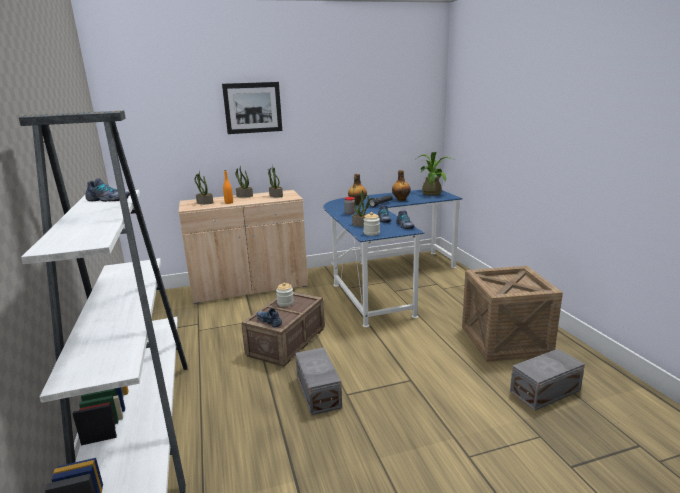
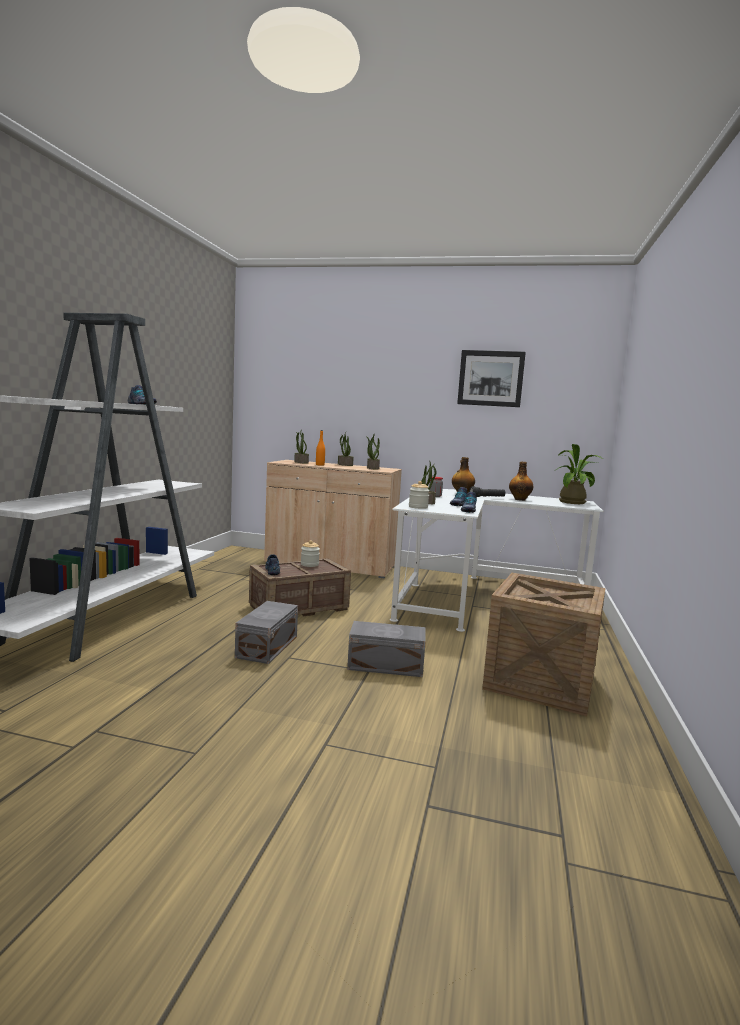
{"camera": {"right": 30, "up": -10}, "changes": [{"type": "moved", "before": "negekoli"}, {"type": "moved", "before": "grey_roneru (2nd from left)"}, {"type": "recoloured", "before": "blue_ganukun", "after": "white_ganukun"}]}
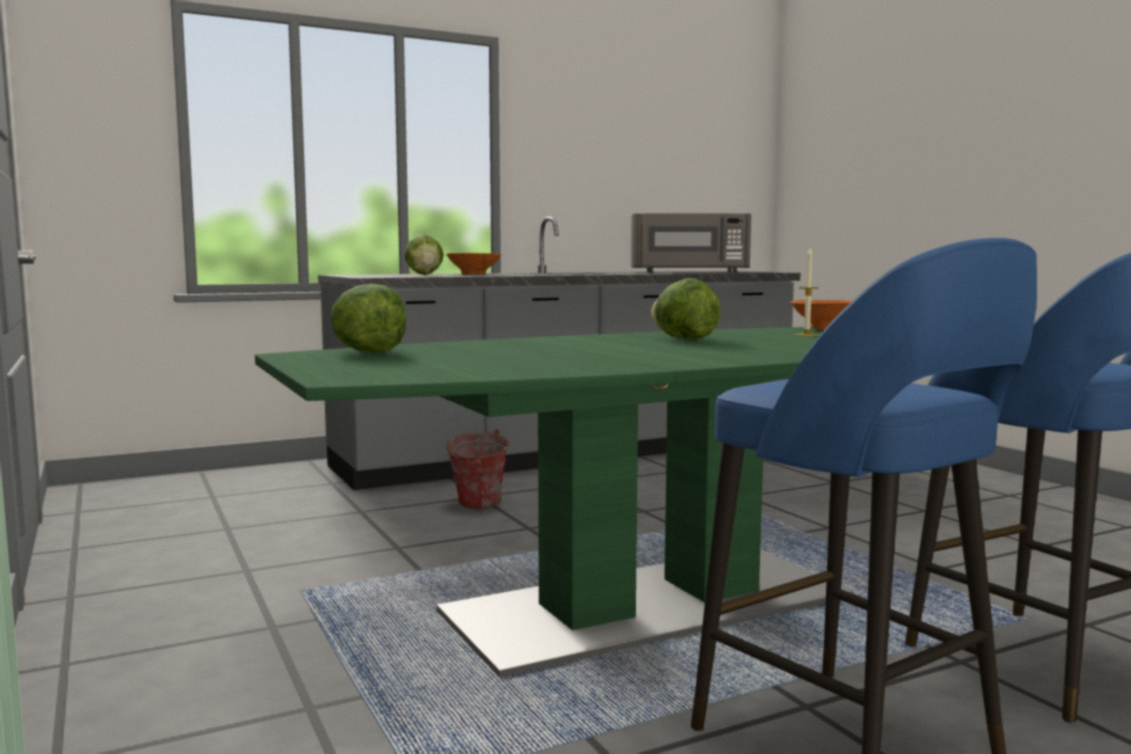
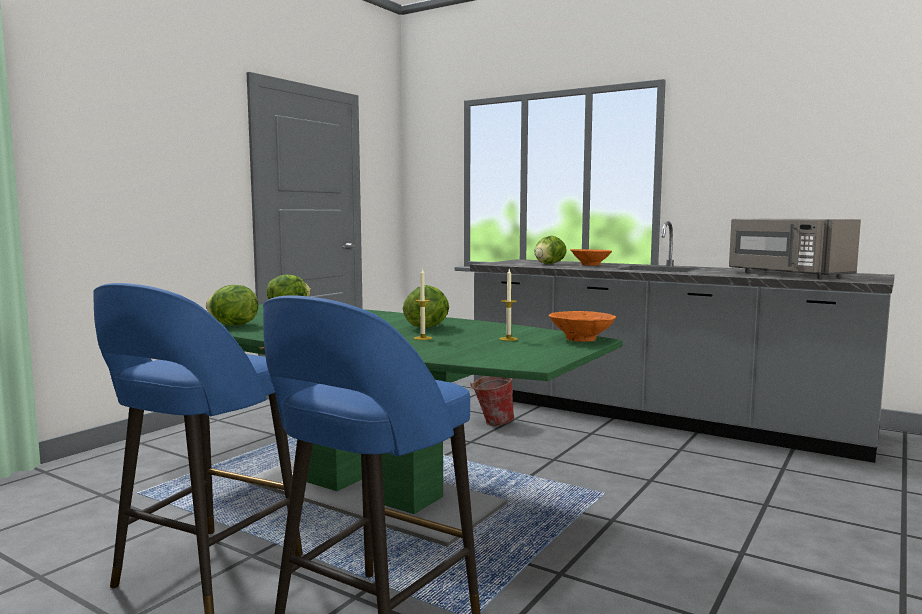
{"camera": {"right": 60, "up": 0}, "changes": [{"type": "added", "after": "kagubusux (1st from left)"}, {"type": "added", "after": "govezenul (1st from left)"}]}
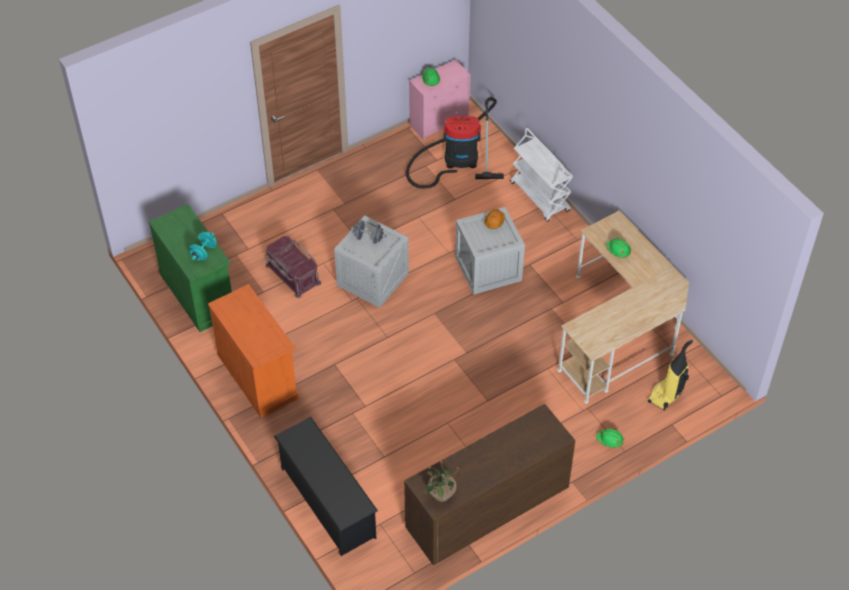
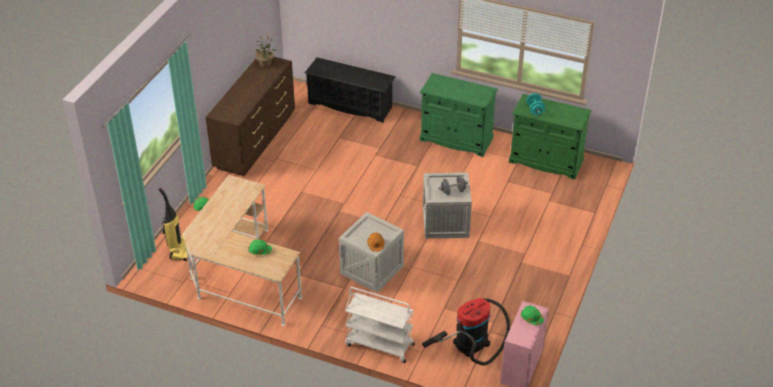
{"camera": {"right": 145, "up": -10}, "changes": [{"type": "removed", "before": "red_roneru"}, {"type": "recoloured", "before": "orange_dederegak", "after": "green_dederegak (1st from left)"}]}
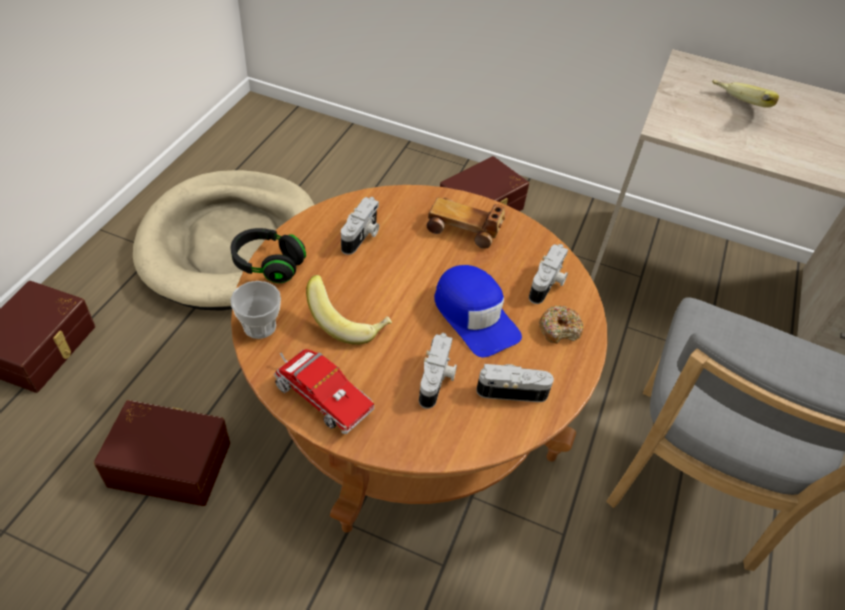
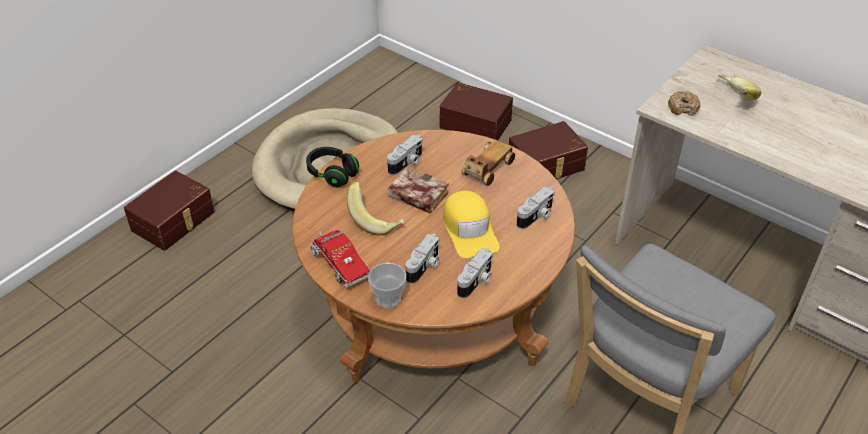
{"camera": {"right": 20, "up": -5}, "changes": [{"type": "added", "after": "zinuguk"}, {"type": "moved", "before": "brown_roneru (2nd from left)"}, {"type": "moved", "before": "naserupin"}, {"type": "moved", "before": "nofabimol"}, {"type": "recoloured", "before": "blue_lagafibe", "after": "yellow_lagafibe"}, {"type": "turned", "before": "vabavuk", "turn": 90}, {"type": "turned", "before": "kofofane (3rd from left)", "turn": 105}]}
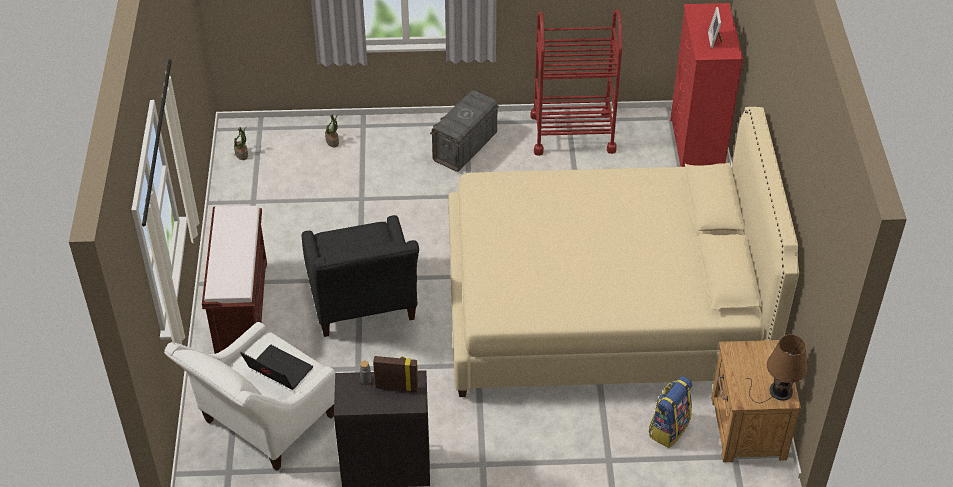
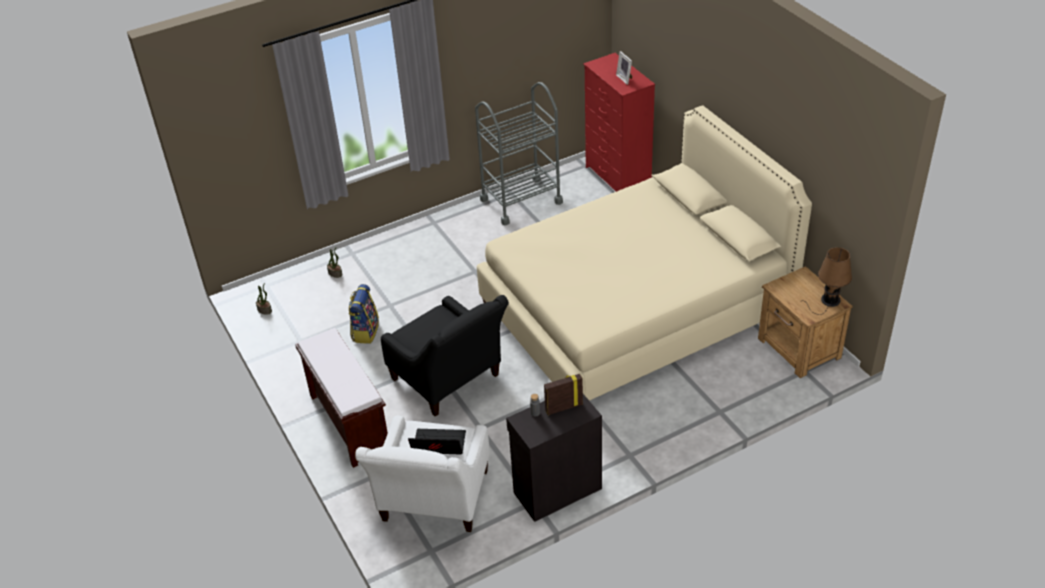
{"camera": {"right": -25, "up": -5}, "changes": [{"type": "removed", "before": "grey_roneru"}, {"type": "moved", "before": "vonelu"}, {"type": "recoloured", "before": "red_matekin", "after": "grey_matekin"}]}
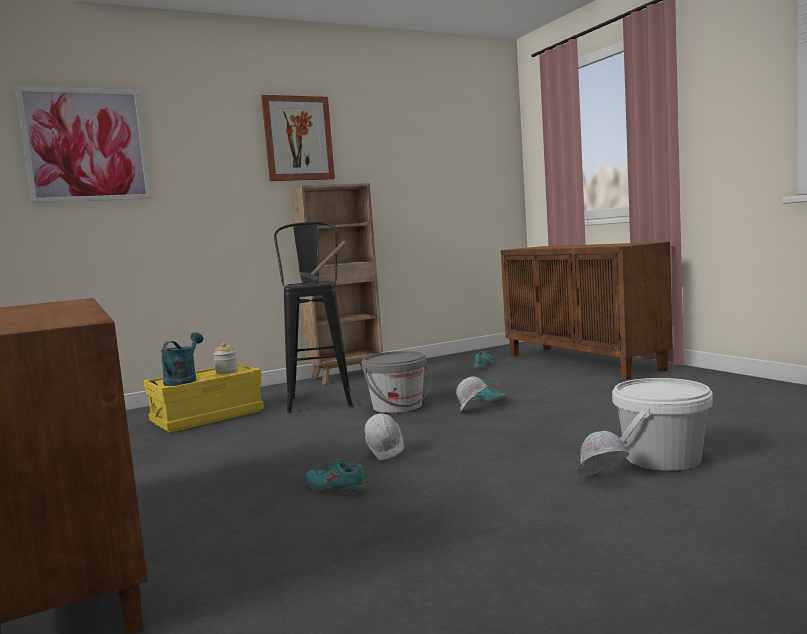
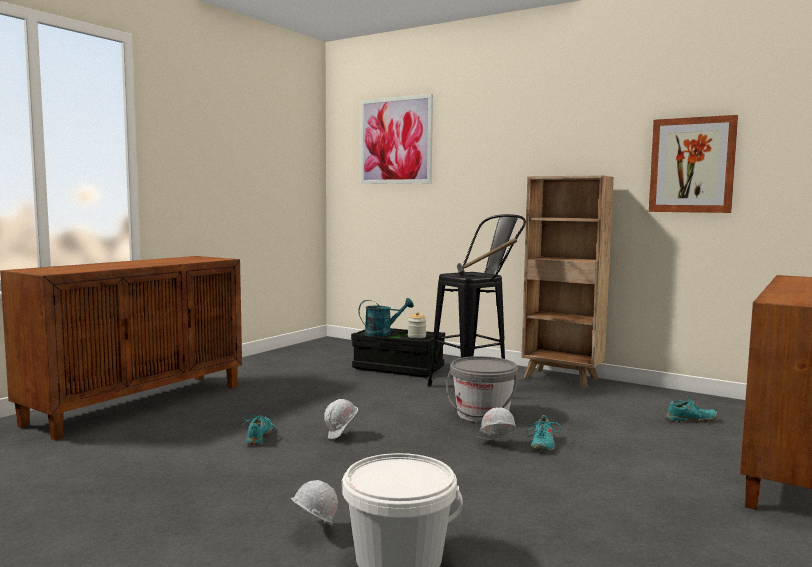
{"camera": {"right": 60, "up": 0}, "changes": [{"type": "moved", "before": "negekoli (2nd from left)"}, {"type": "recoloured", "before": "yellow_roneru", "after": "black_roneru"}]}
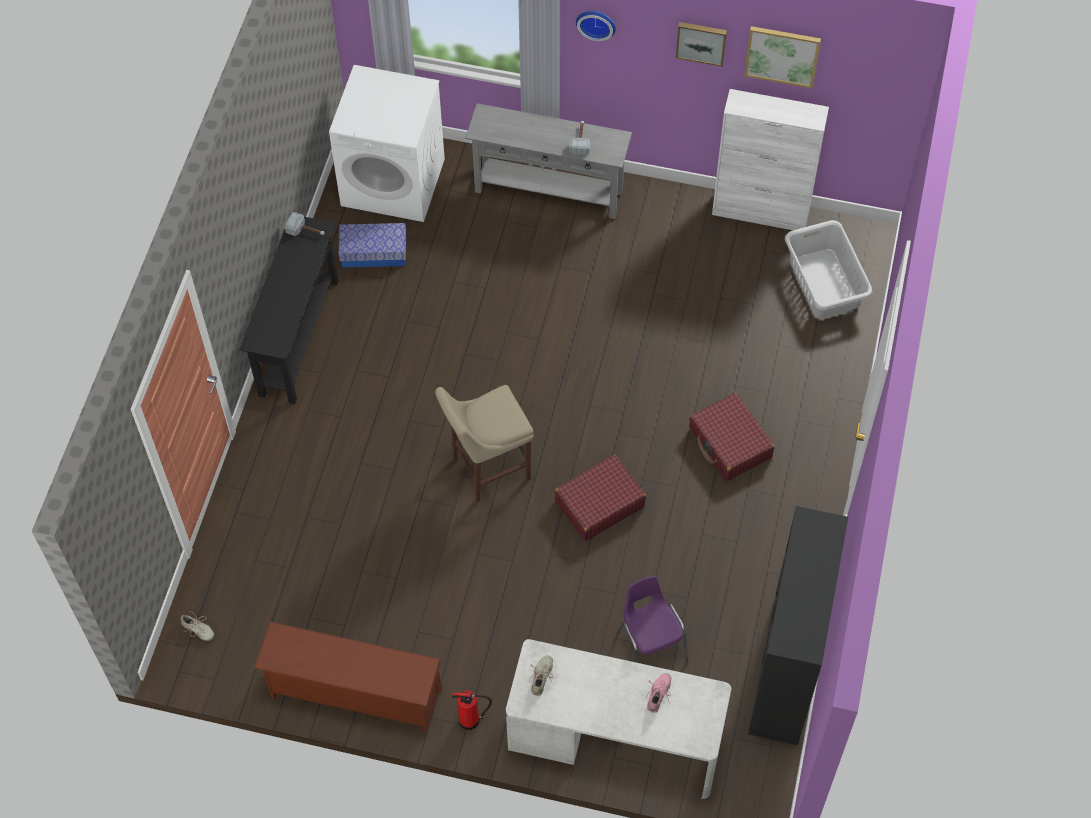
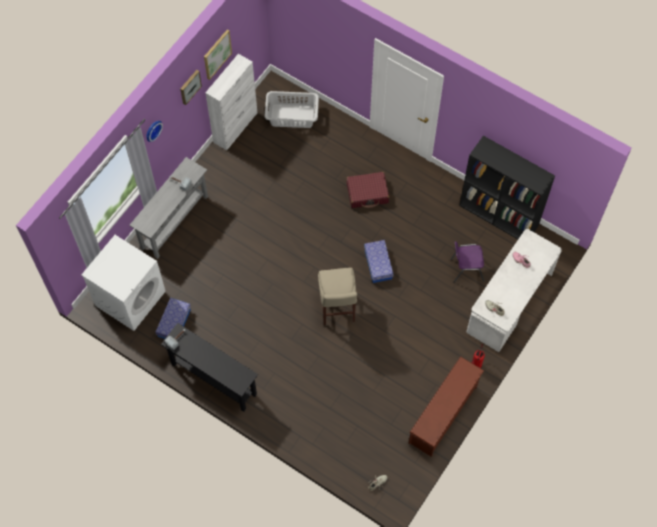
{"camera": {"right": -70, "up": 5}, "changes": [{"type": "replaced", "before": "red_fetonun (1st from left)", "after": "roneru (2nd from left)"}]}
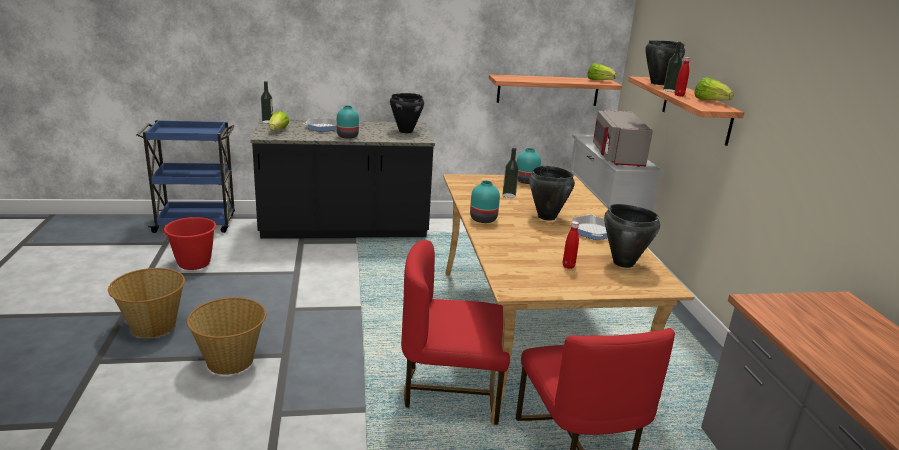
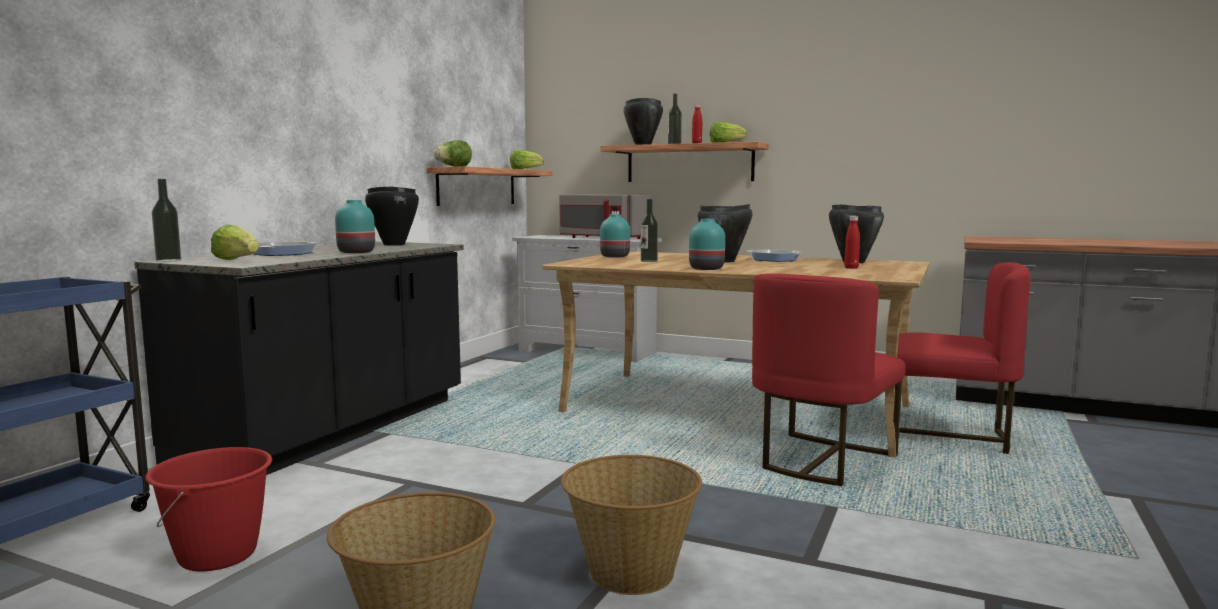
{"camera": {"right": -55, "up": -15}, "changes": [{"type": "added", "after": "kagubusux (2nd from left)"}]}
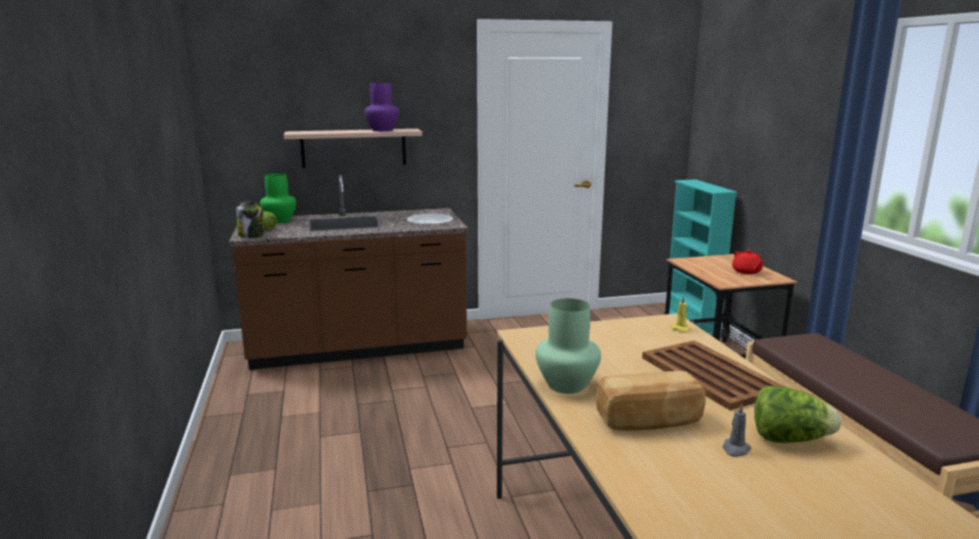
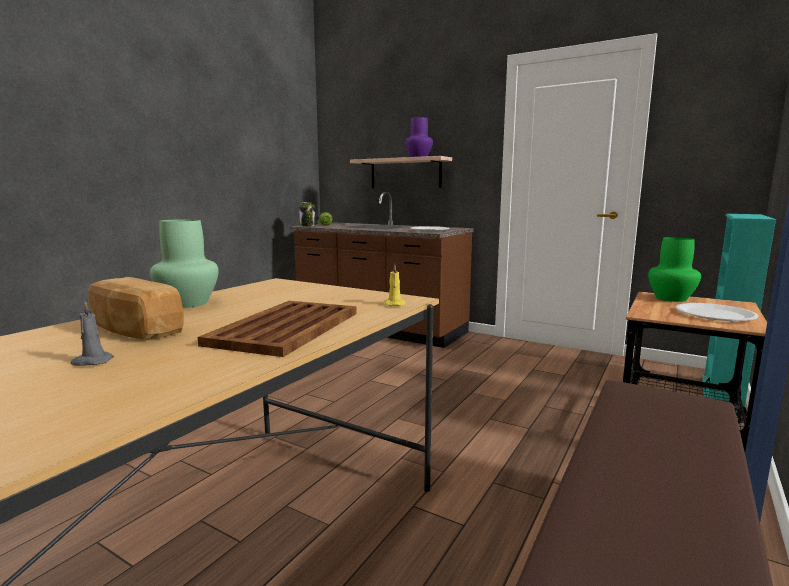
{"camera": {"right": 45, "up": -5}, "changes": [{"type": "removed", "before": "kagubusux (2nd from left)"}, {"type": "moved", "before": "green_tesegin (1st from left in the first image)", "after": "green_tesegin (2nd from left)"}, {"type": "replaced", "before": "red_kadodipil", "after": "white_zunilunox (2nd from left)"}]}
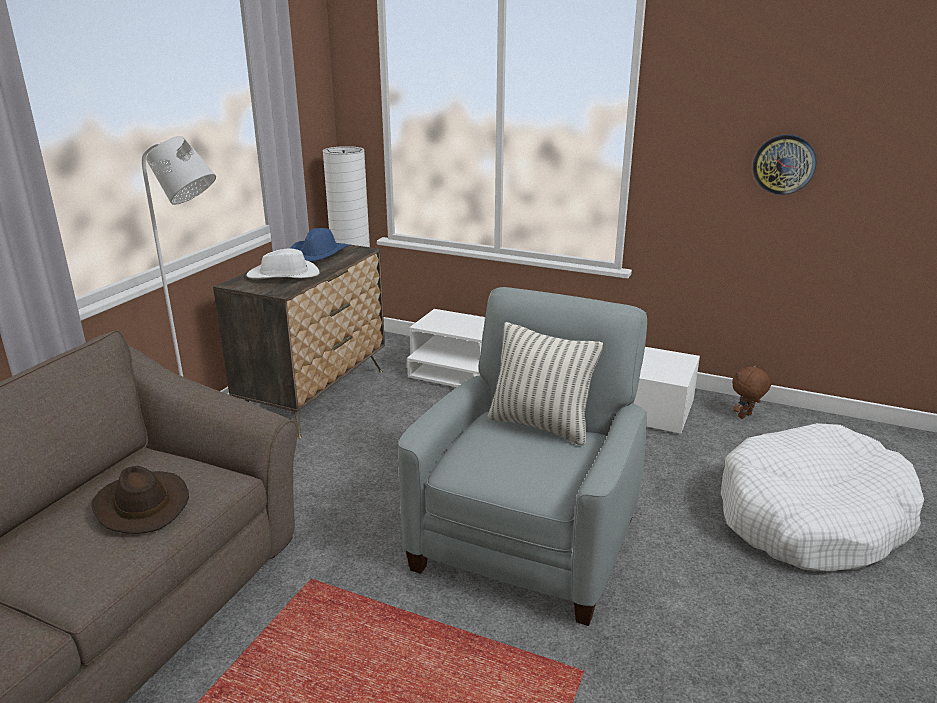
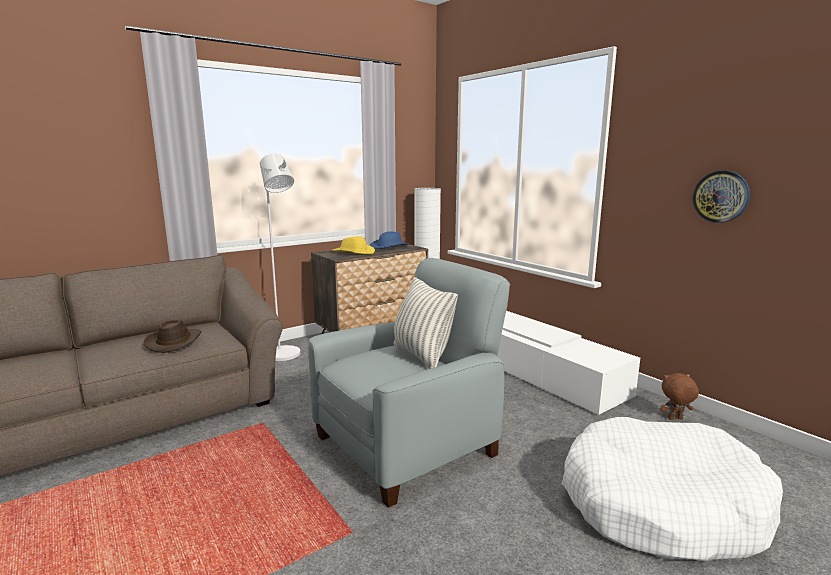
{"camera": {"right": 30, "up": -10}, "changes": [{"type": "recoloured", "before": "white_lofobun", "after": "yellow_lofobun"}]}
